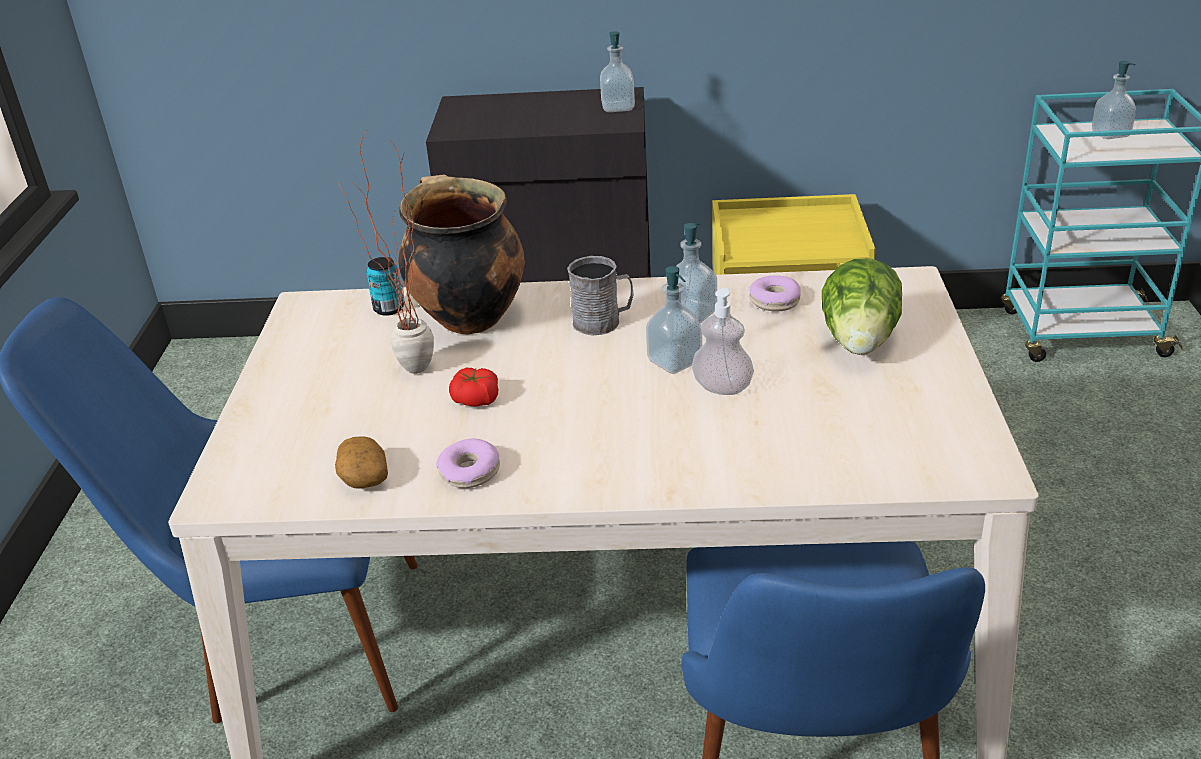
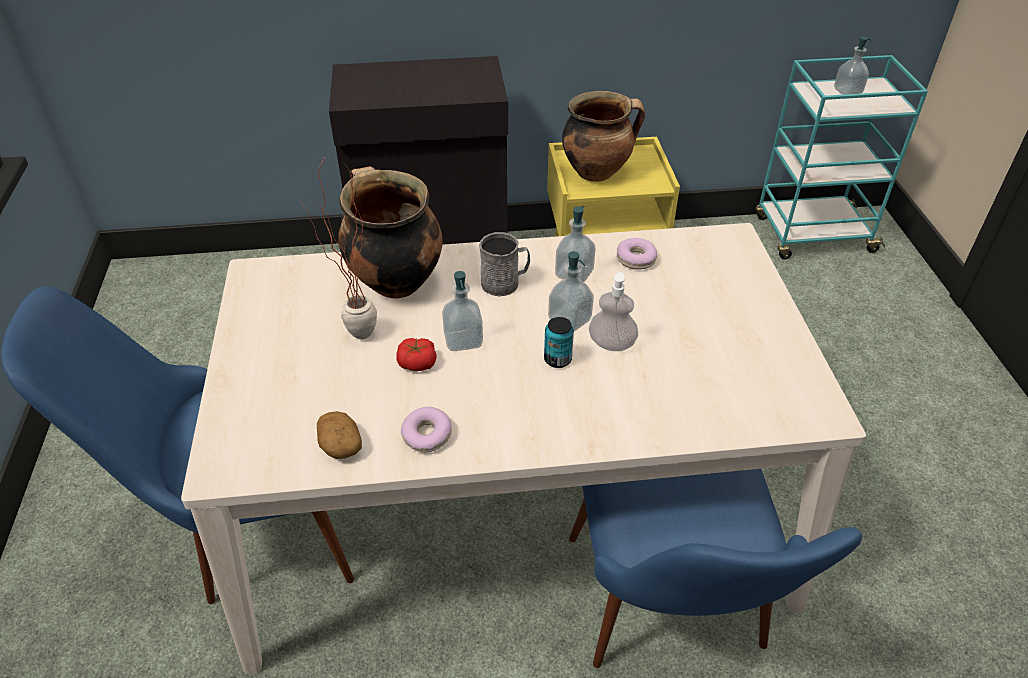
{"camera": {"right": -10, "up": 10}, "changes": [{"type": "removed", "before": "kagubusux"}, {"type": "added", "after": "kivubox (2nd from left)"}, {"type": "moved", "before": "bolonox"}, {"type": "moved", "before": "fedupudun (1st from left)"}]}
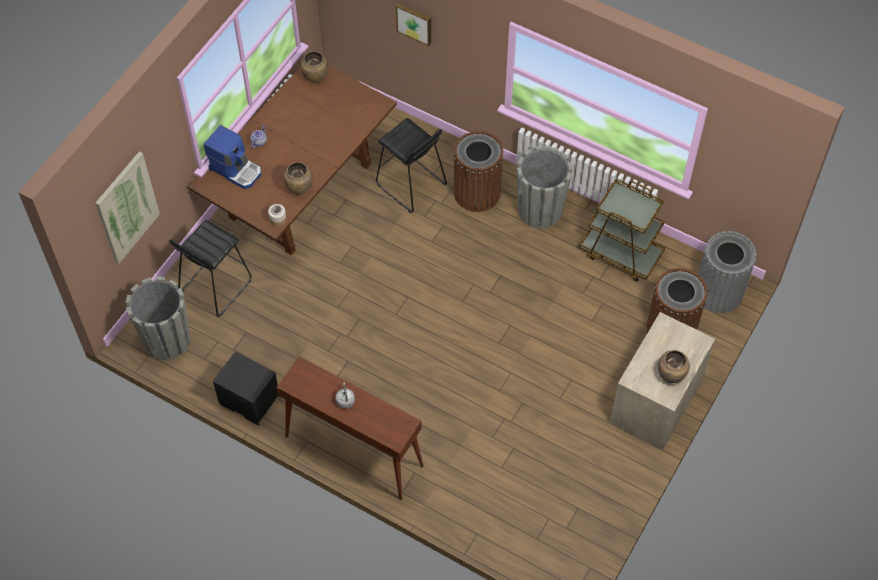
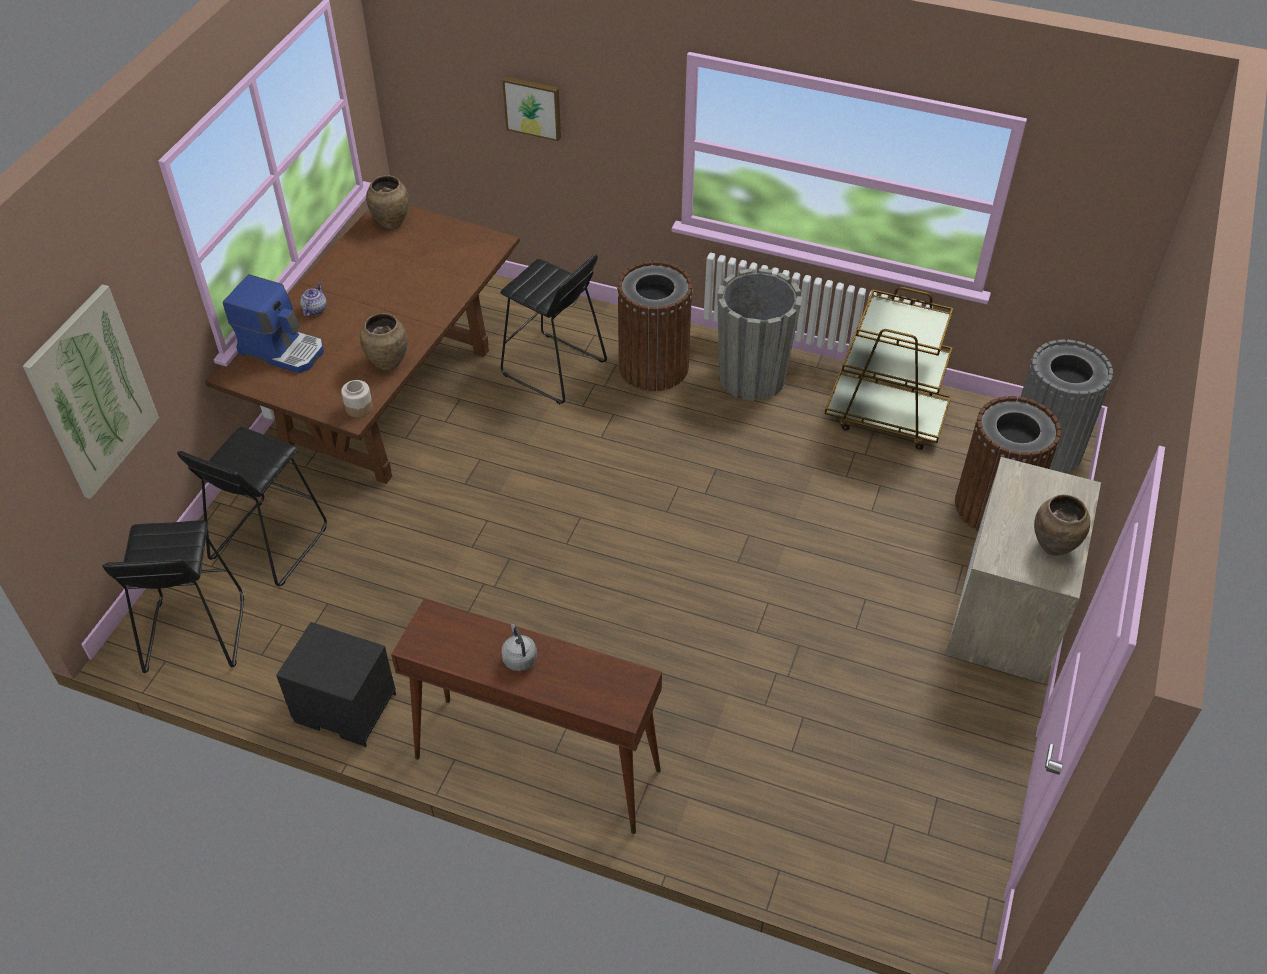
{"camera": {"right": -10, "up": -10}, "changes": [{"type": "replaced", "before": "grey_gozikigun (1st from left)", "after": "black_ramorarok (1st from left)"}]}
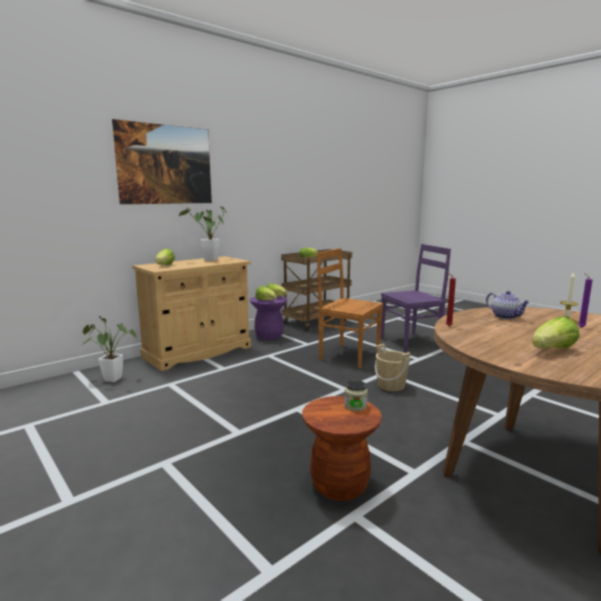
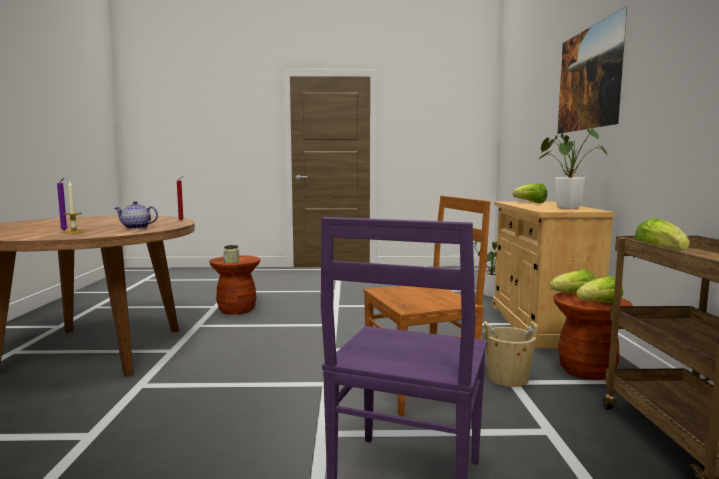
{"camera": {"right": 130, "up": -5}, "changes": [{"type": "removed", "before": "kagubusux (5th from left)"}, {"type": "moved", "before": "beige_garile"}, {"type": "recoloured", "before": "purple_ramorarok", "after": "brown_ramorarok (2nd from left)"}]}
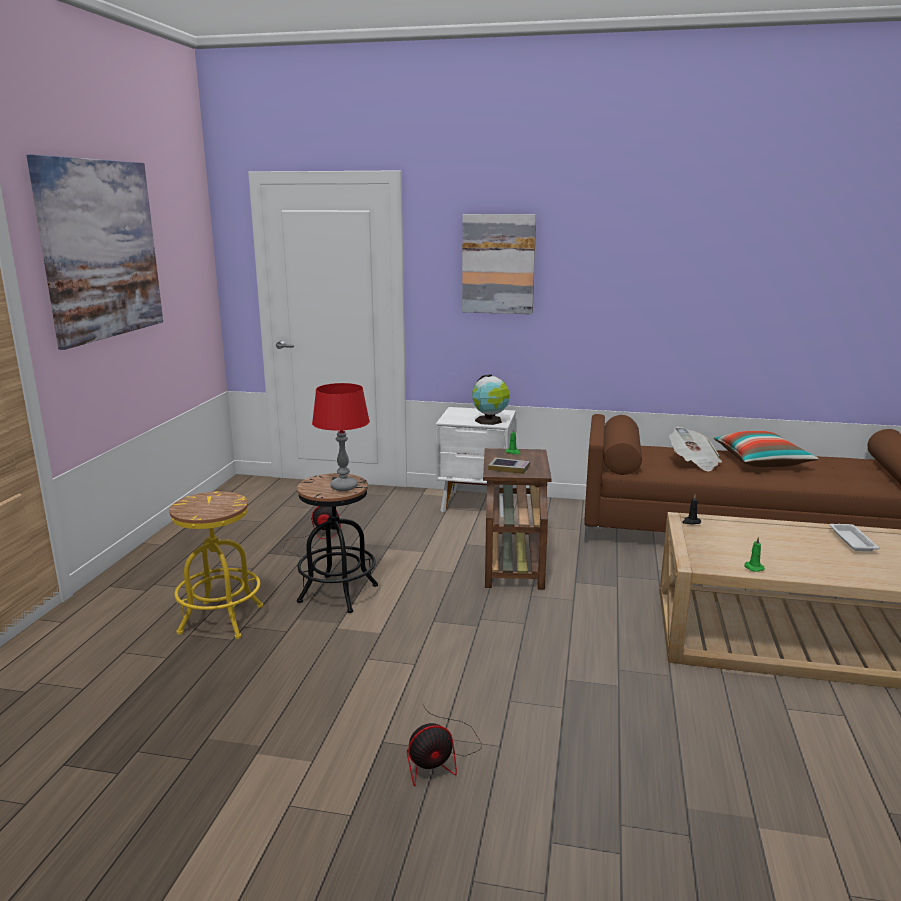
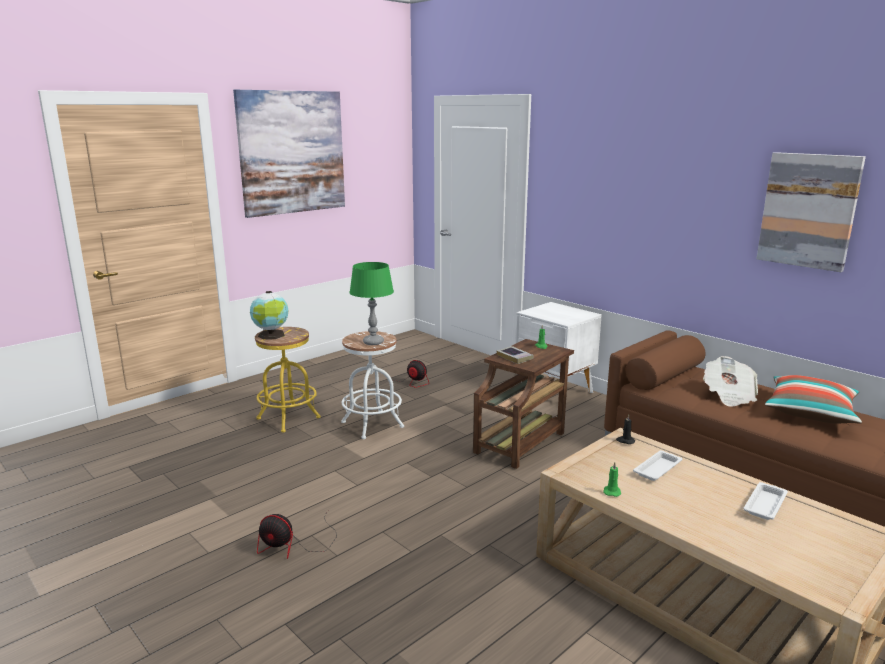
{"camera": {"right": 35, "up": 0}, "changes": [{"type": "added", "after": "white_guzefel (1st from left)"}, {"type": "moved", "before": "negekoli (2nd from left)"}, {"type": "moved", "before": "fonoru"}, {"type": "recoloured", "before": "black_ramorarok", "after": "white_ramorarok"}, {"type": "recoloured", "before": "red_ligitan", "after": "green_ligitan"}]}
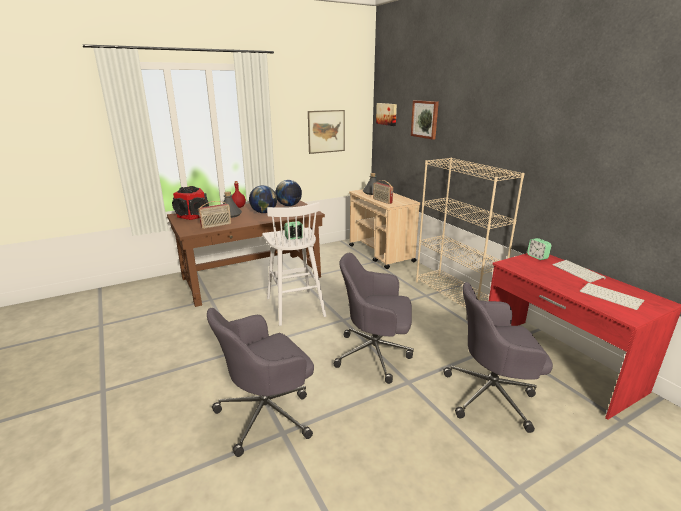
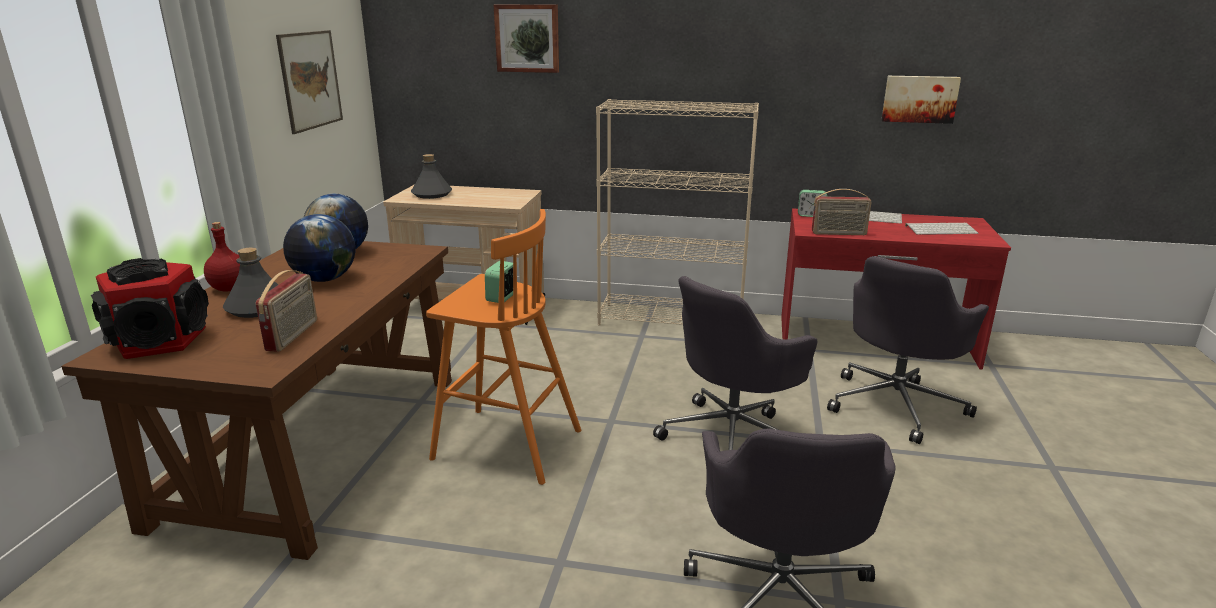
{"camera": {"right": -50, "up": 0}, "changes": [{"type": "moved", "before": "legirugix (2nd from left)"}, {"type": "moved", "before": "negekoli (2nd from left in the first image)", "after": "negekoli (3rd from left)"}, {"type": "recoloured", "before": "white_ramorarok", "after": "orange_ramorarok"}]}
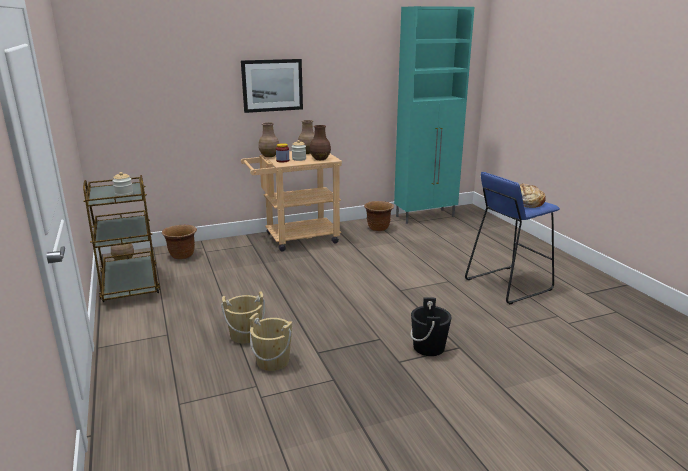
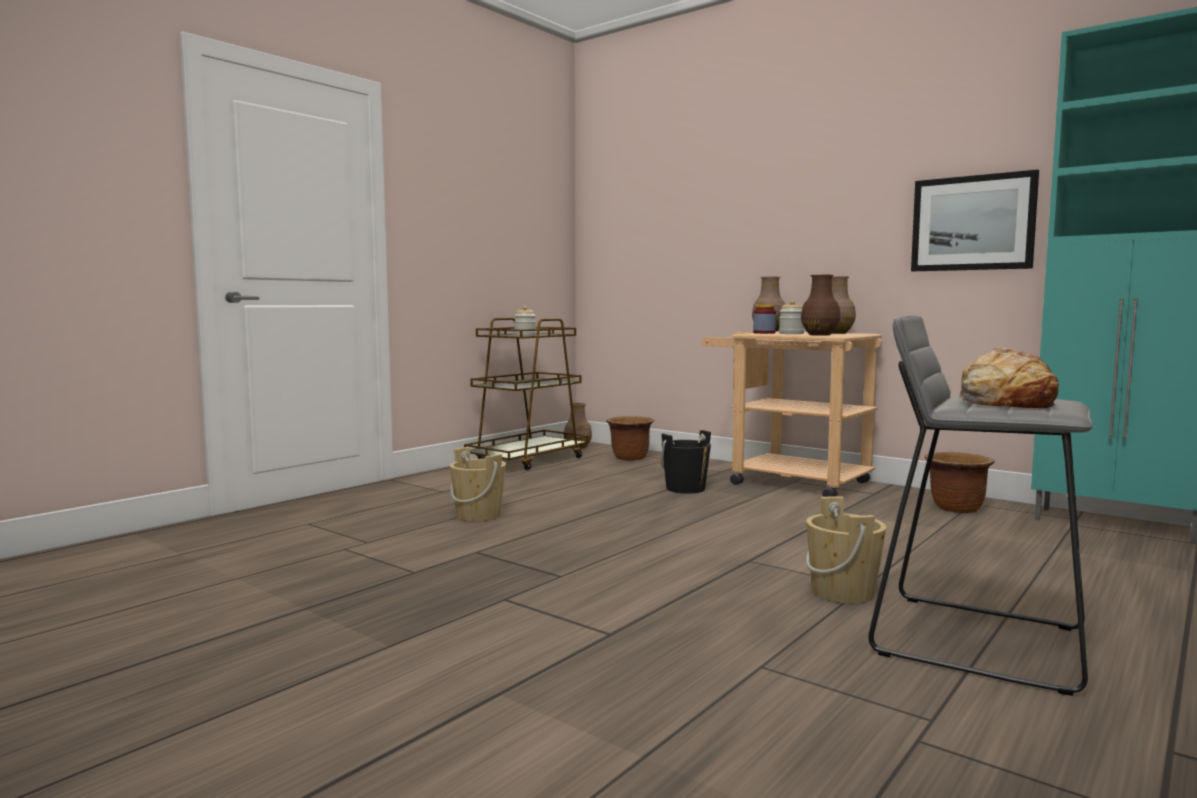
{"camera": {"right": 60, "up": -15}, "changes": [{"type": "moved", "before": "negekoli"}, {"type": "moved", "before": "beige_garile (2nd from left)"}, {"type": "moved", "before": "black_garile"}, {"type": "recoloured", "before": "blue_ramorarok", "after": "grey_ramorarok"}]}
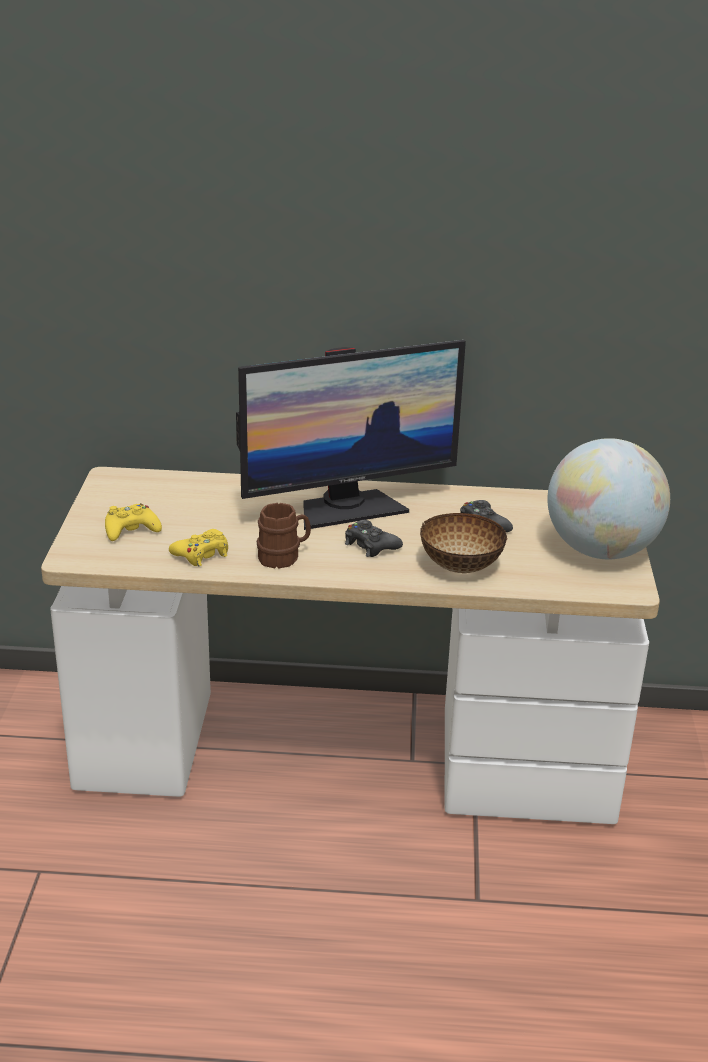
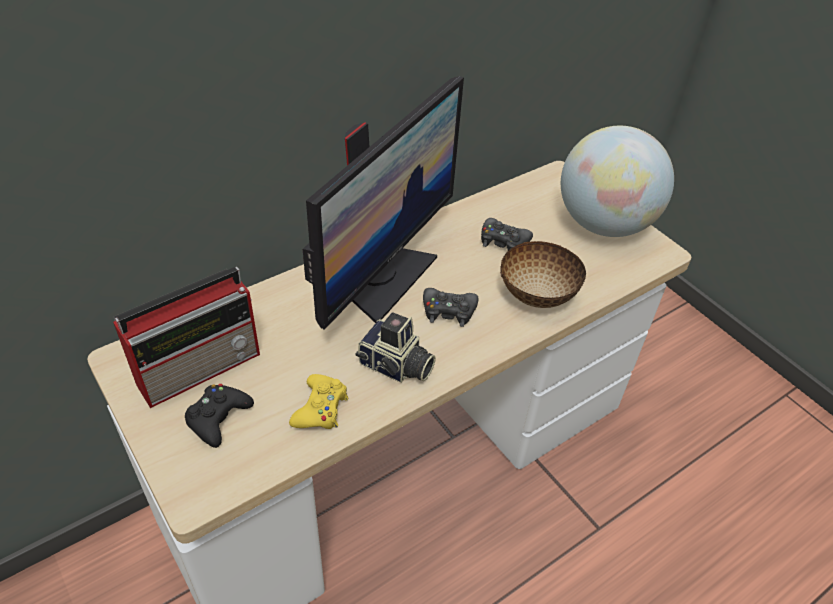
{"camera": {"right": -40, "up": 15}, "changes": [{"type": "added", "after": "legirugix"}, {"type": "replaced", "before": "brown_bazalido", "after": "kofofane"}, {"type": "recoloured", "before": "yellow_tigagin (1st from left)", "after": "black_tigagin (1st from left)"}]}
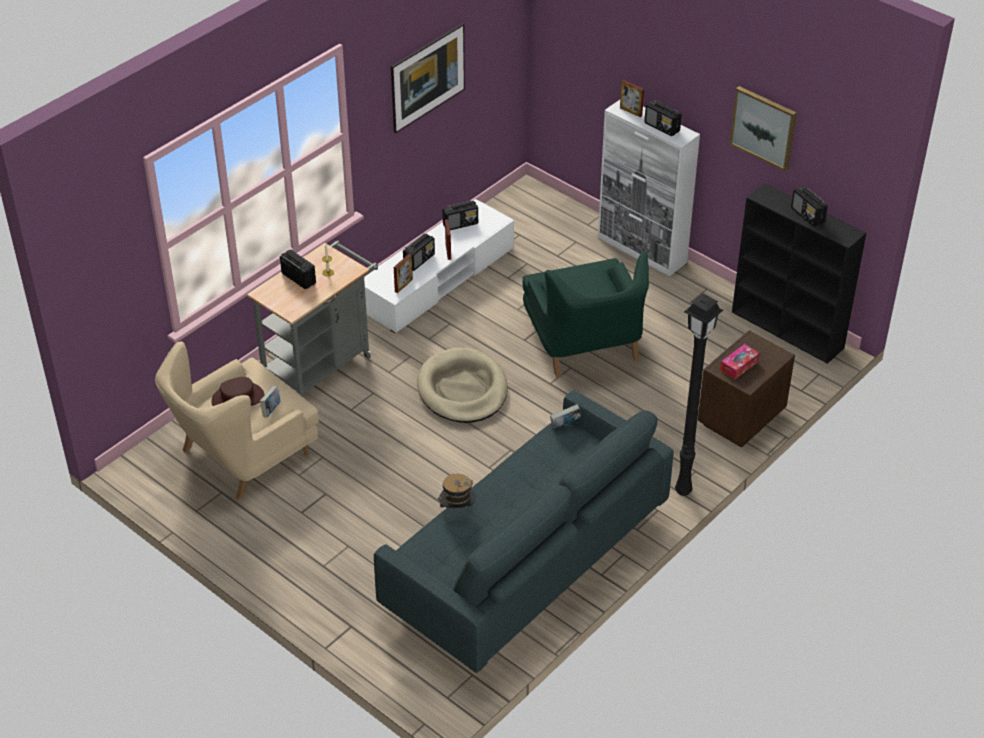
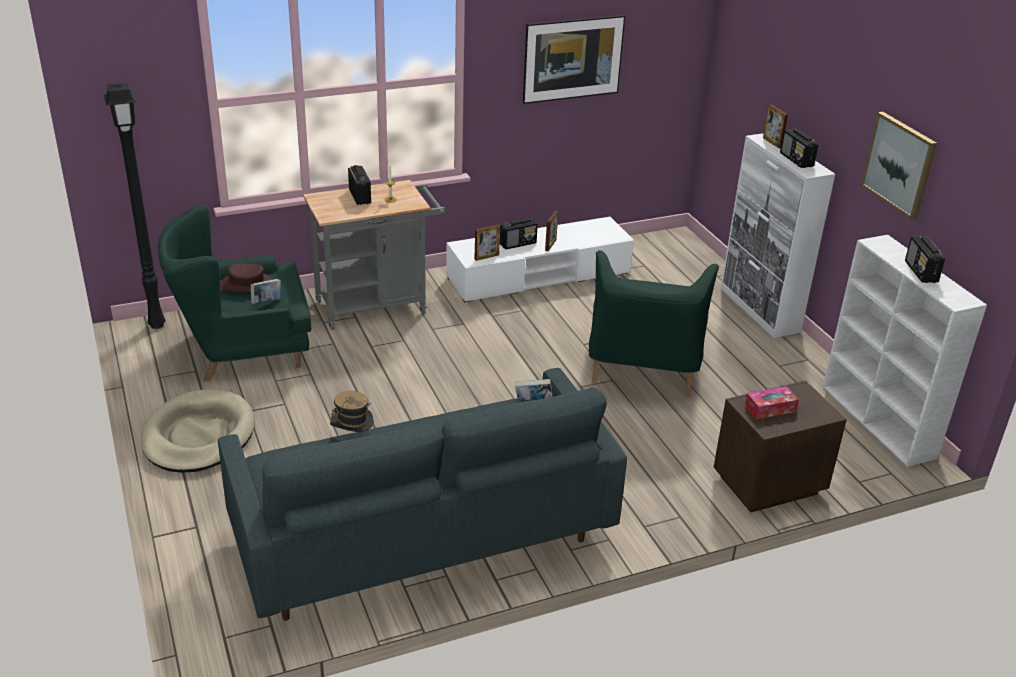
{"camera": {"right": 25, "up": -10}, "changes": [{"type": "removed", "before": "legirugix (3rd from left)"}, {"type": "moved", "before": "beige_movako"}, {"type": "moved", "before": "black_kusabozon"}, {"type": "recoloured", "before": "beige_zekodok", "after": "green_zekodok (1st from left)"}, {"type": "recoloured", "before": "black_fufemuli", "after": "white_fufemuli"}]}
